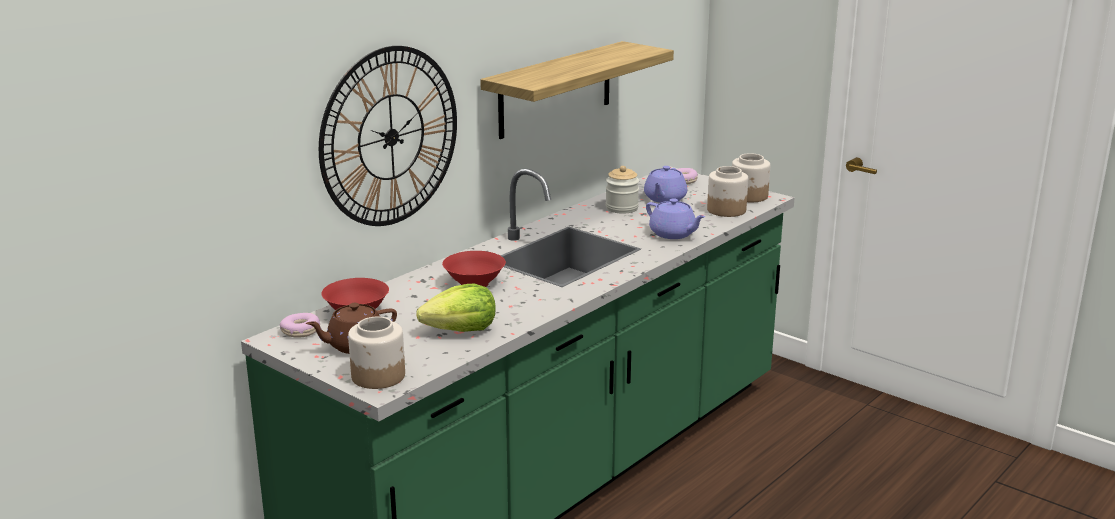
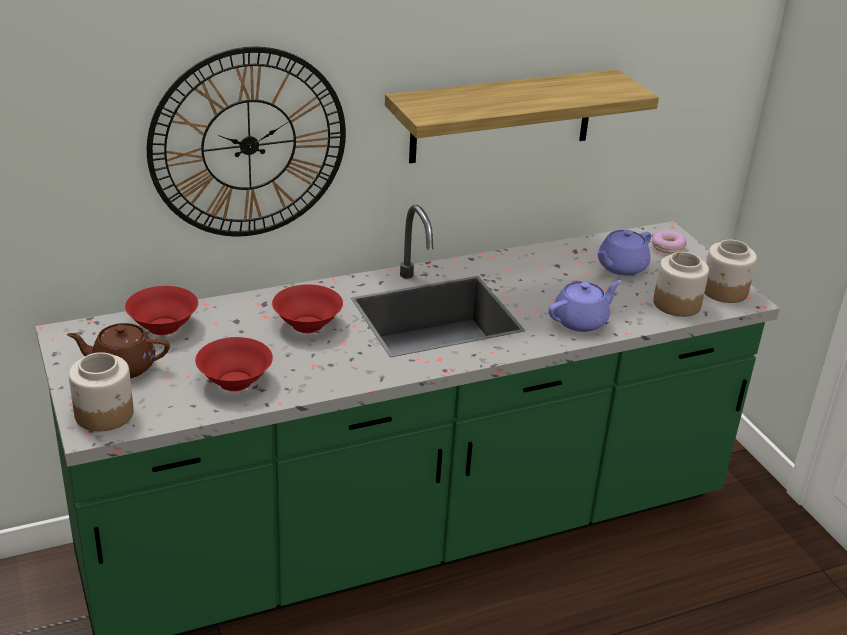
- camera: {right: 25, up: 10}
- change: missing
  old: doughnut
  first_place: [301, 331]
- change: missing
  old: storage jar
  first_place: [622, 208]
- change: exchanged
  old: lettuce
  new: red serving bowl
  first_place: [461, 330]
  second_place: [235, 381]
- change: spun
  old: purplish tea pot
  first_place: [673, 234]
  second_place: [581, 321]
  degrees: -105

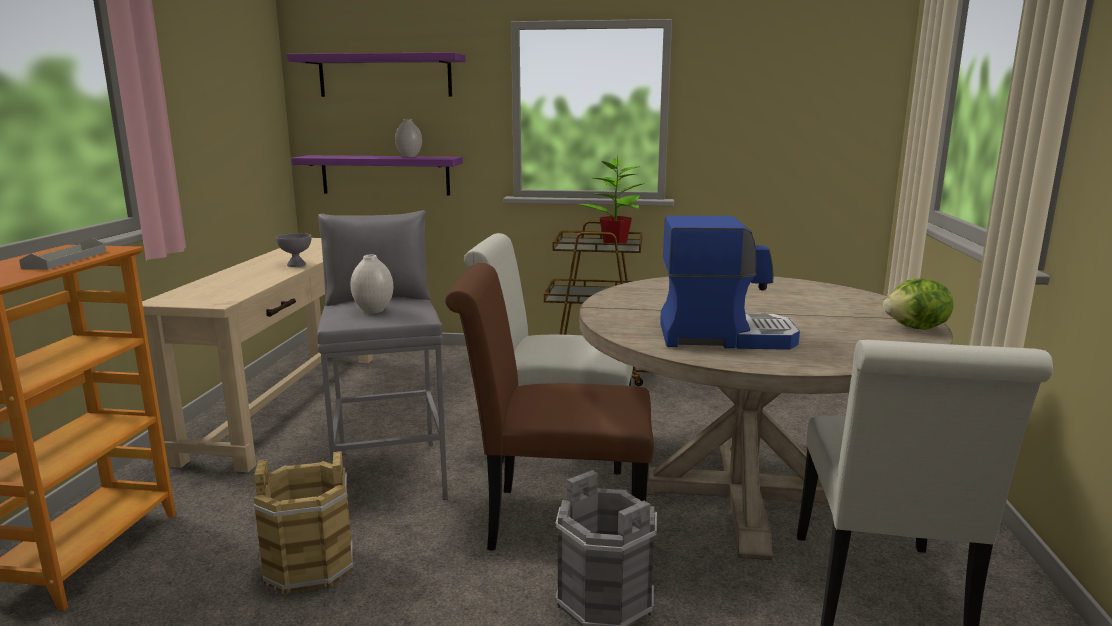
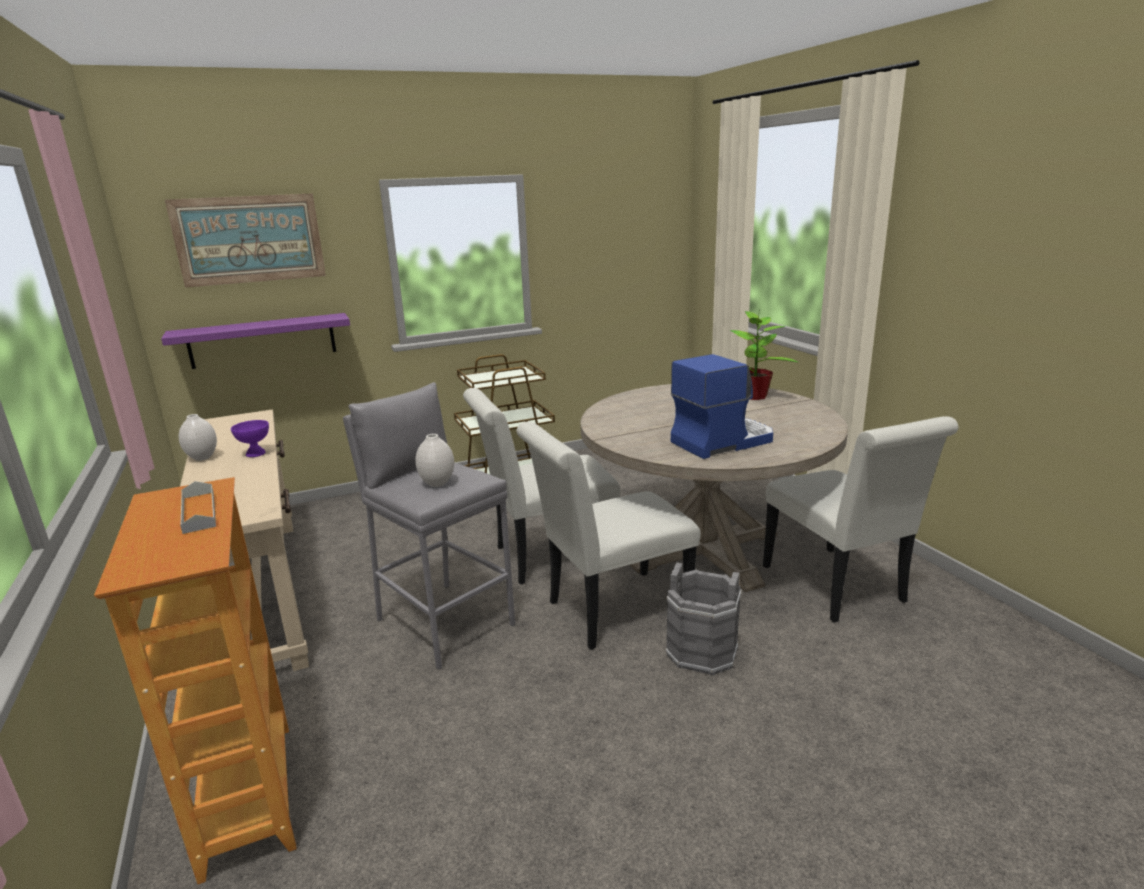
- camera: {right: -30, up: 5}
- change: missing
  old: brown-coloured pail
  first_place: [310, 565]
- change: missing
  old: lettuce
  first_place: [916, 328]
- change: relocated
  old: whitish vase
  first_place: [409, 157]
  second_place: [202, 458]
- change: relocated
  old: plant in a pot
  first_place: [614, 242]
  second_place: [754, 396]
- change: exchanged
  old: purplish bracket shelf
  new: picture
  first_place: [385, 76]
  second_place: [249, 239]
- change: colour
  old: grey serving bowl
  new: purplish serving bowl
  first_place: [296, 265]
  second_place: [256, 454]
- change: colour
  old: brown-coloured chair
  new: whitish chair
  first_place: [554, 521]
  second_place: [610, 611]

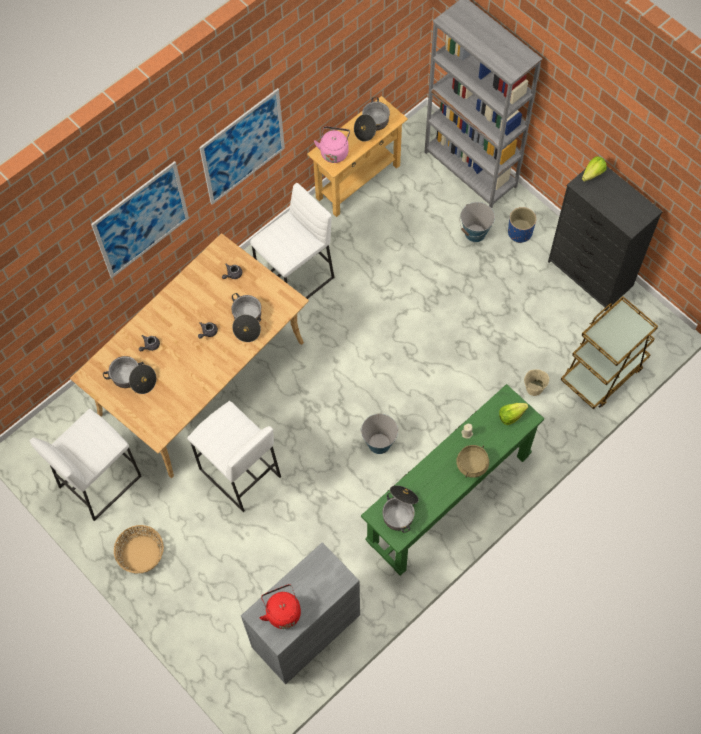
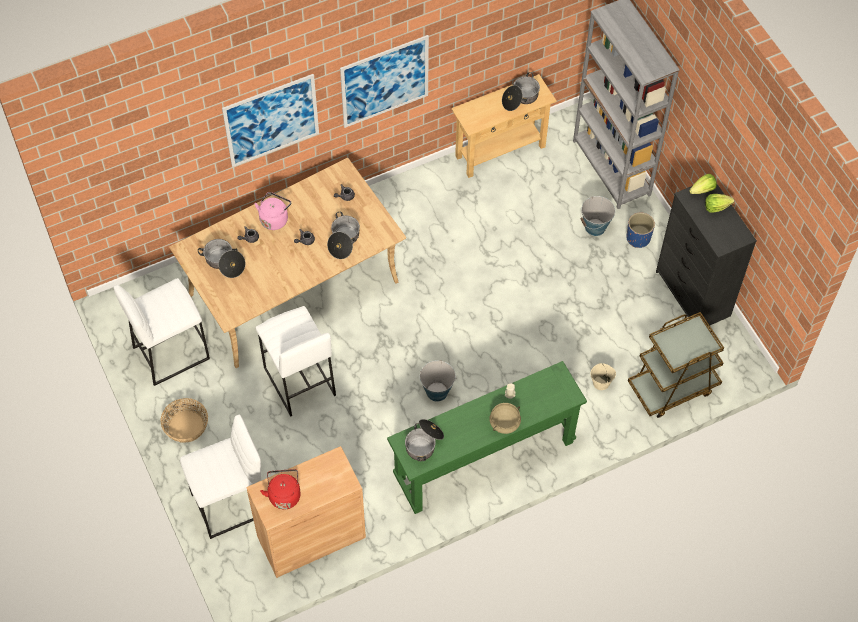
- camera: {right: 15, up: -5}
- change: relocated
  old: whitish sitting stool
  first_place: [296, 280]
  second_place: [231, 504]
- change: relocated
  old: pink water kettle
  first_place: [334, 151]
  second_place: [274, 218]
- change: relocated
  old: lettuce
  first_place: [511, 416]
  second_place: [716, 207]
- change: colour
  old: grey cupboard
  new: brown-coloured cupboard
  first_place: [306, 631]
  second_place: [311, 537]

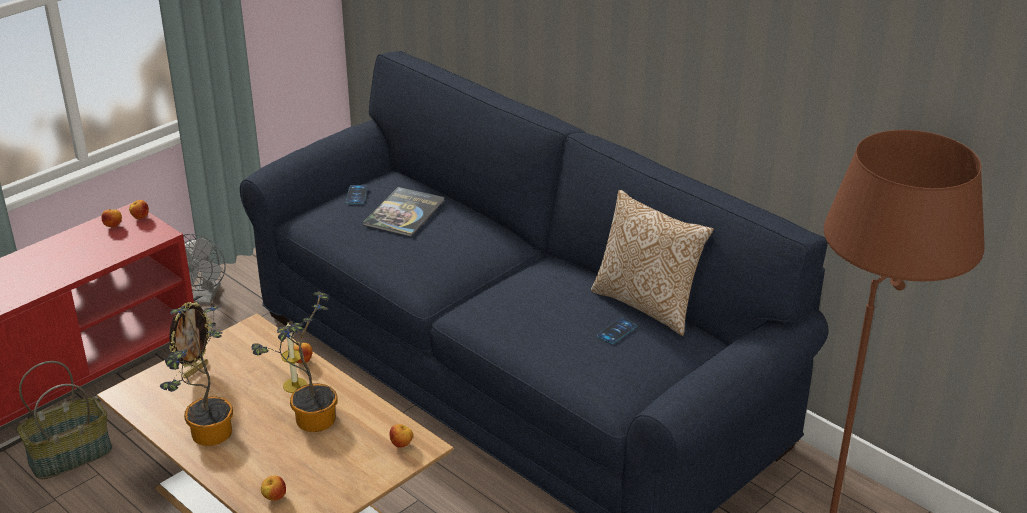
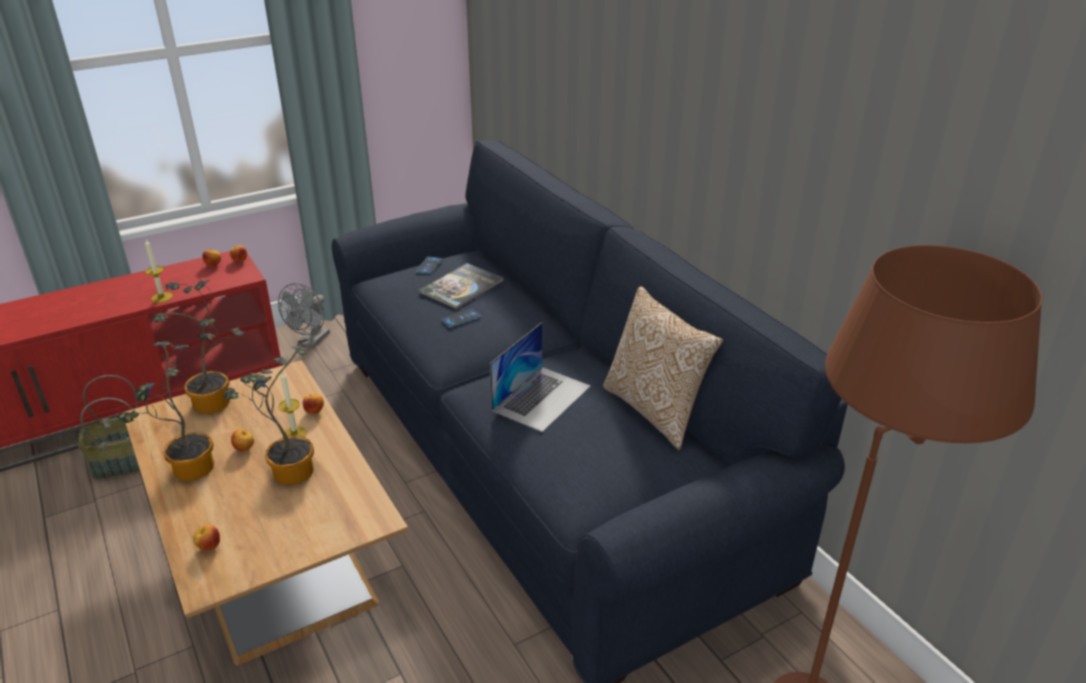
- camera: {right: 15, up: 0}
- change: appeared
  new: wax light
  second_place: [162, 297]
- change: appeared
  new: notebook computer
  second_place: [542, 398]
- change: relocated
  old: apple fruit
  first_place: [402, 445]
  second_place: [245, 449]
- change: relocated
  old: telephone
  first_place: [617, 331]
  second_place: [461, 318]
- change: exchanged
  old: picture frame
  new: plant in a pot
  first_place: [195, 370]
  second_place: [217, 404]

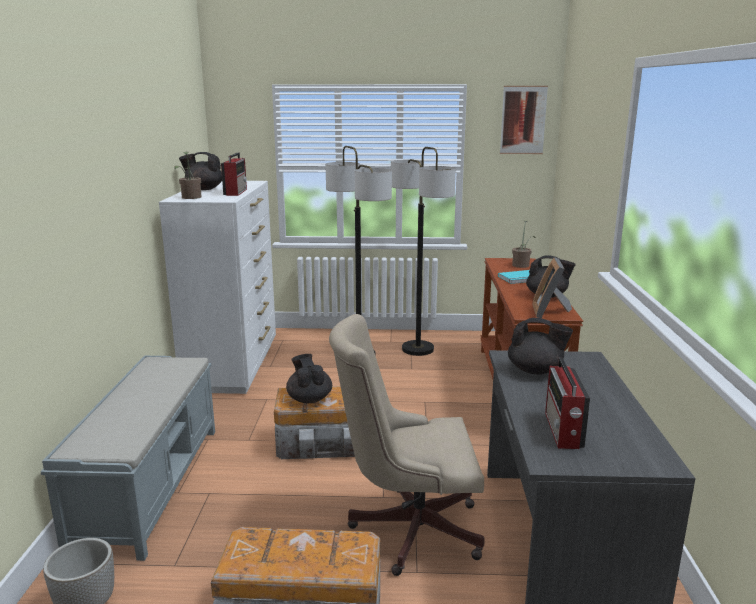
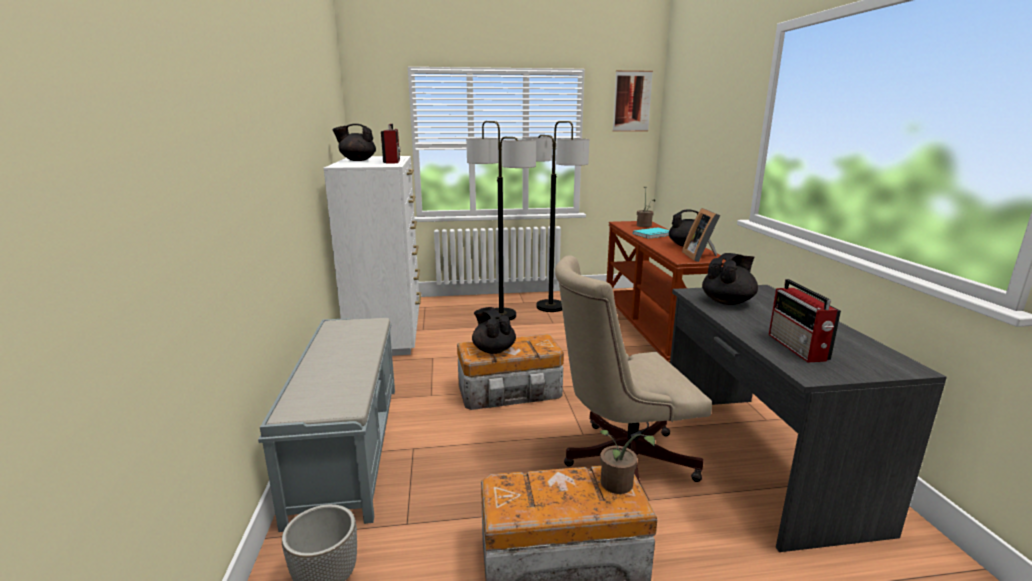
- camera: {right: -10, up: 0}
- change: relocated
  old: plant in a pot
  first_place: [190, 198]
  second_place: [618, 486]
- change: spun
  old: blackish tea pot
  first_place: [535, 370]
  second_place: [728, 302]
  degrees: -45

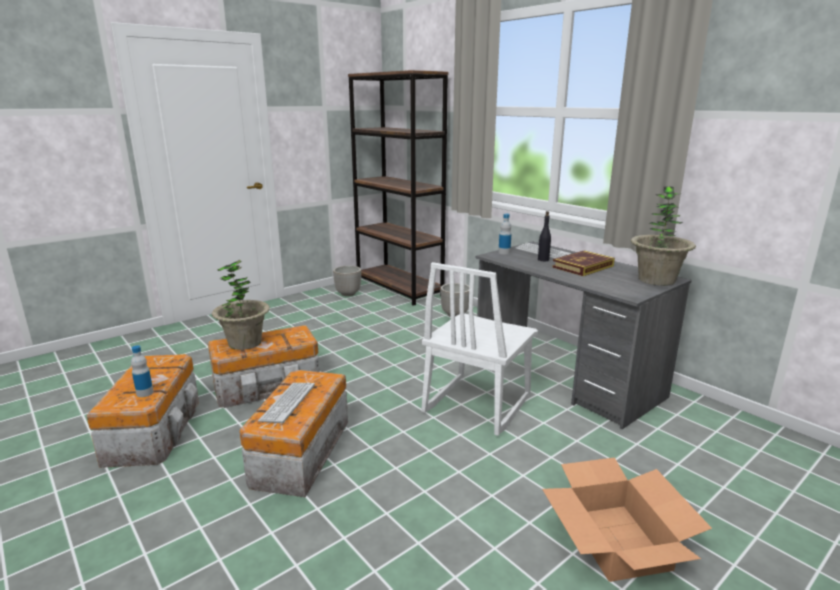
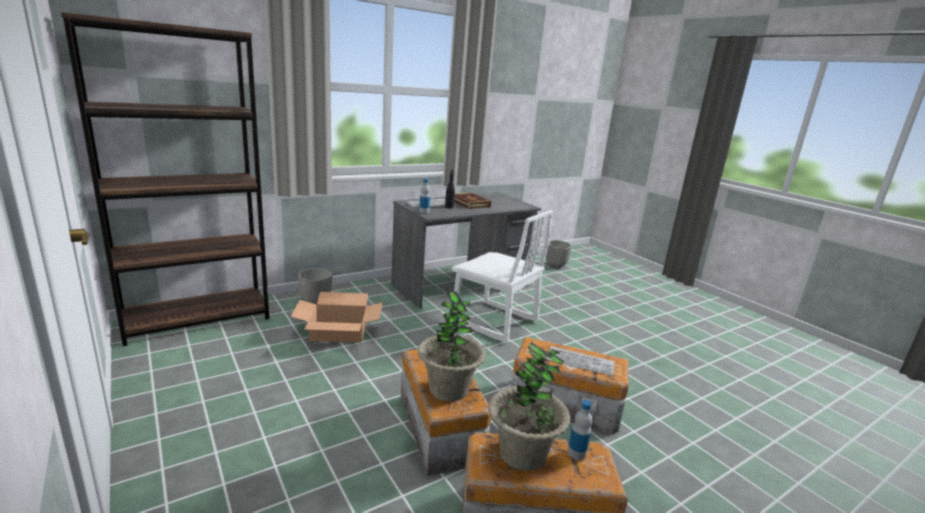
- camera: {right: -85, up: 0}
- change: relocated
  old: planter
  first_place: [348, 293]
  second_place: [555, 265]
- change: relocated
  old: cardboard box
  first_place: [617, 541]
  second_place: [338, 332]
- change: relocated
  old: plant in a pot
  first_place: [656, 280]
  second_place: [522, 454]

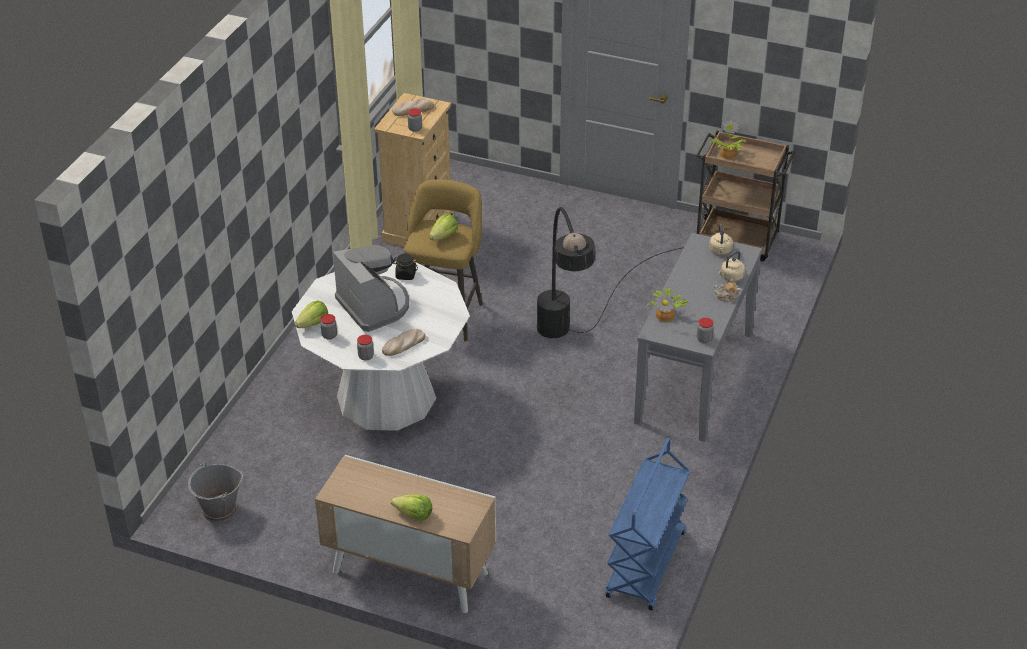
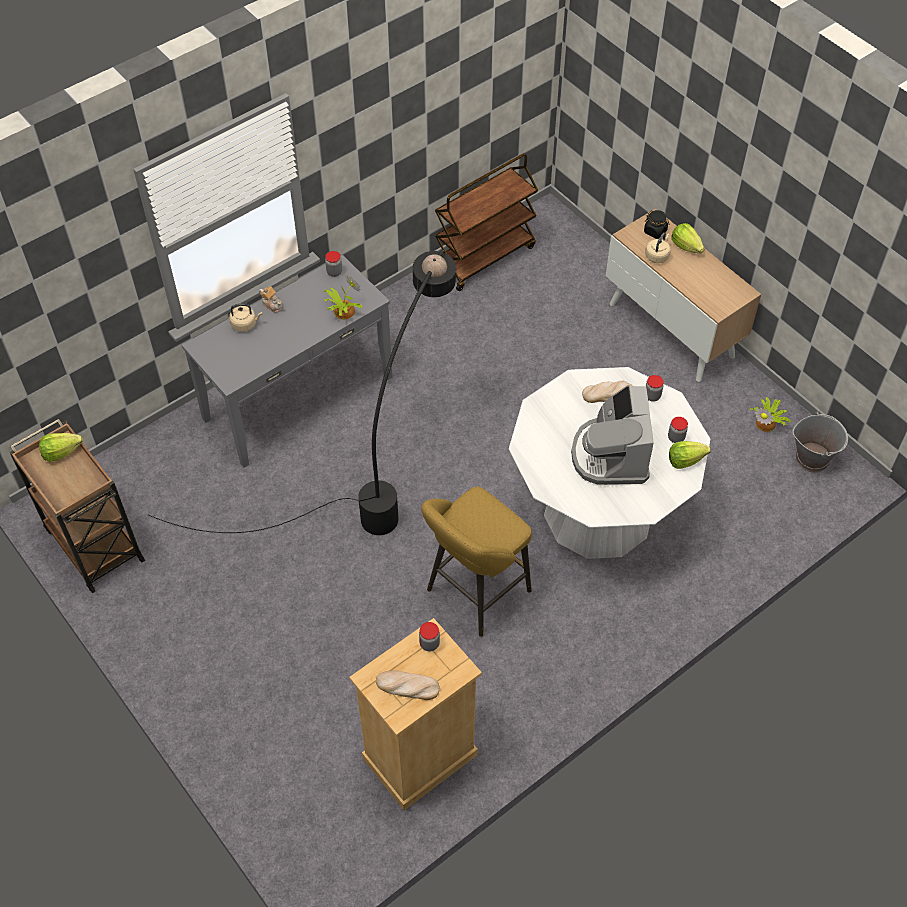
- camera: {right: -150, up: 15}
- change: relocated
  old: blackish storage jar
  first_place: [405, 275]
  second_place: [655, 231]
- change: relocated
  old: lettuce
  first_place: [444, 236]
  second_place: [61, 452]
- change: relocated
  old: beige water kettle
  first_place: [720, 251]
  second_place: [657, 255]
- change: relocated
  old: plant in a pot
  first_place: [727, 154]
  second_place: [767, 423]
- change: colour
  old: blue wheeled cart
  new: brown-coloured wheeled cart
  first_place: [646, 566]
  second_place: [484, 256]

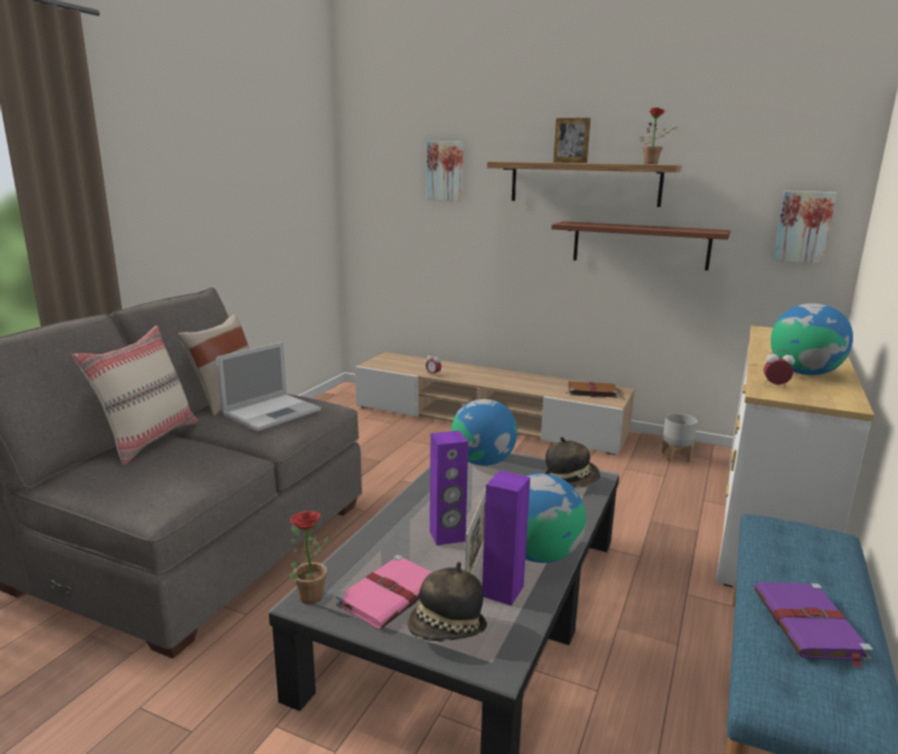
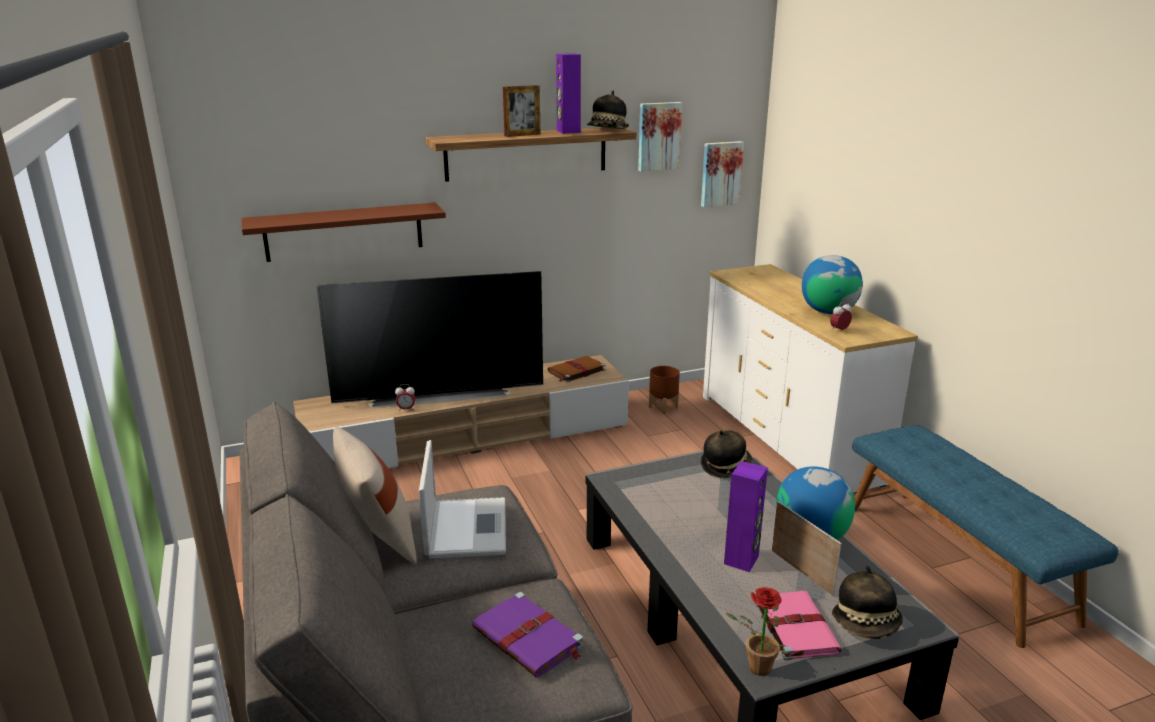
- camera: {right: -45, up: 5}
- change: missing
  old: beige cushion
  first_place: [148, 439]
- change: missing
  old: globe
  first_place: [483, 461]
- change: appeared
  new: TV set
  second_place: [439, 394]
- change: relocated
  old: picture
  first_place: [445, 171]
  second_place: [658, 136]
- change: relocated
  old: purplish speaker
  first_place: [502, 591]
  second_place: [568, 131]
- change: relocated
  old: brown-coloured bracket shelf
  first_place: [640, 245]
  second_place: [344, 232]
- change: relocated
  old: purplish book
  first_place: [809, 625]
  second_place: [528, 638]
- change: exchanged
  old: plant in a pot
  new: hat
  first_place: [653, 164]
  second_place: [607, 130]
- change: colour
  old: grey planter
  new: brown-coloured planter
  first_place: [676, 457]
  second_place: [663, 407]

